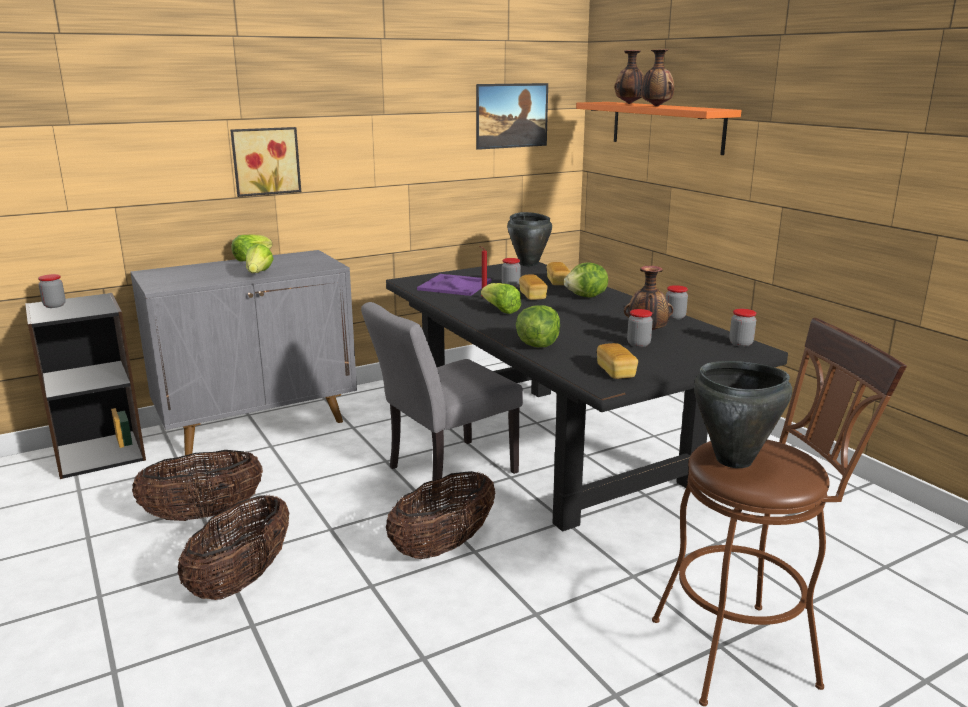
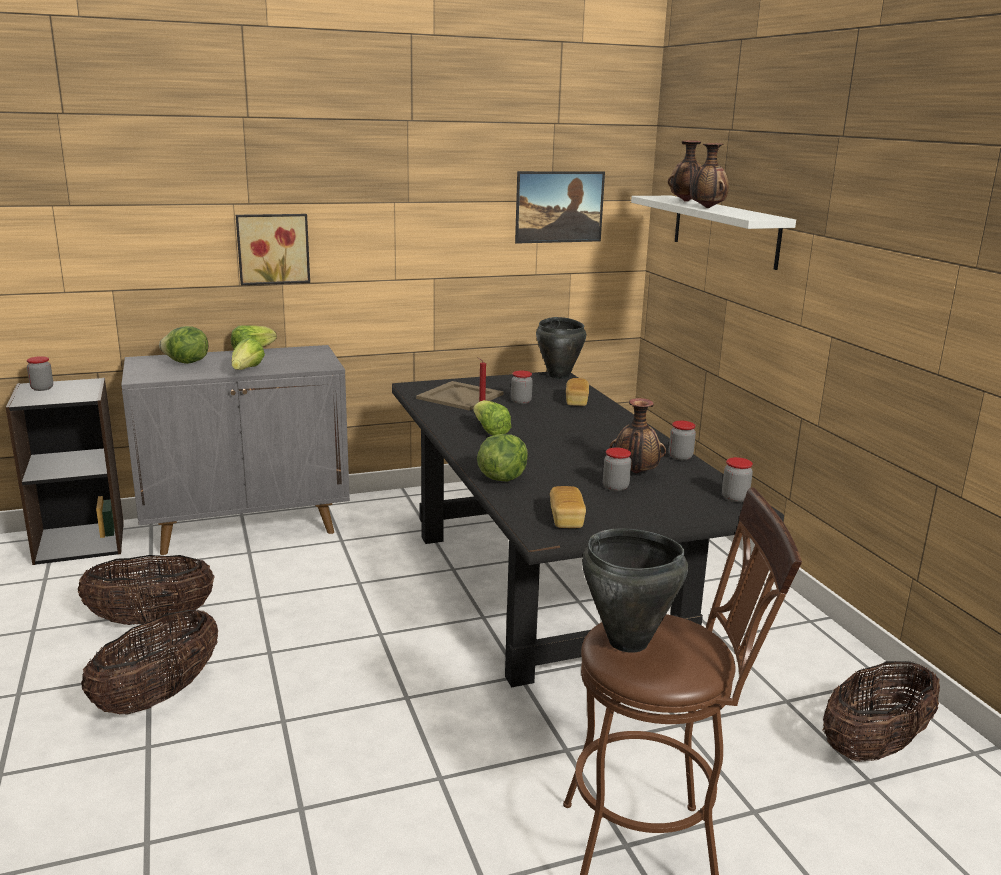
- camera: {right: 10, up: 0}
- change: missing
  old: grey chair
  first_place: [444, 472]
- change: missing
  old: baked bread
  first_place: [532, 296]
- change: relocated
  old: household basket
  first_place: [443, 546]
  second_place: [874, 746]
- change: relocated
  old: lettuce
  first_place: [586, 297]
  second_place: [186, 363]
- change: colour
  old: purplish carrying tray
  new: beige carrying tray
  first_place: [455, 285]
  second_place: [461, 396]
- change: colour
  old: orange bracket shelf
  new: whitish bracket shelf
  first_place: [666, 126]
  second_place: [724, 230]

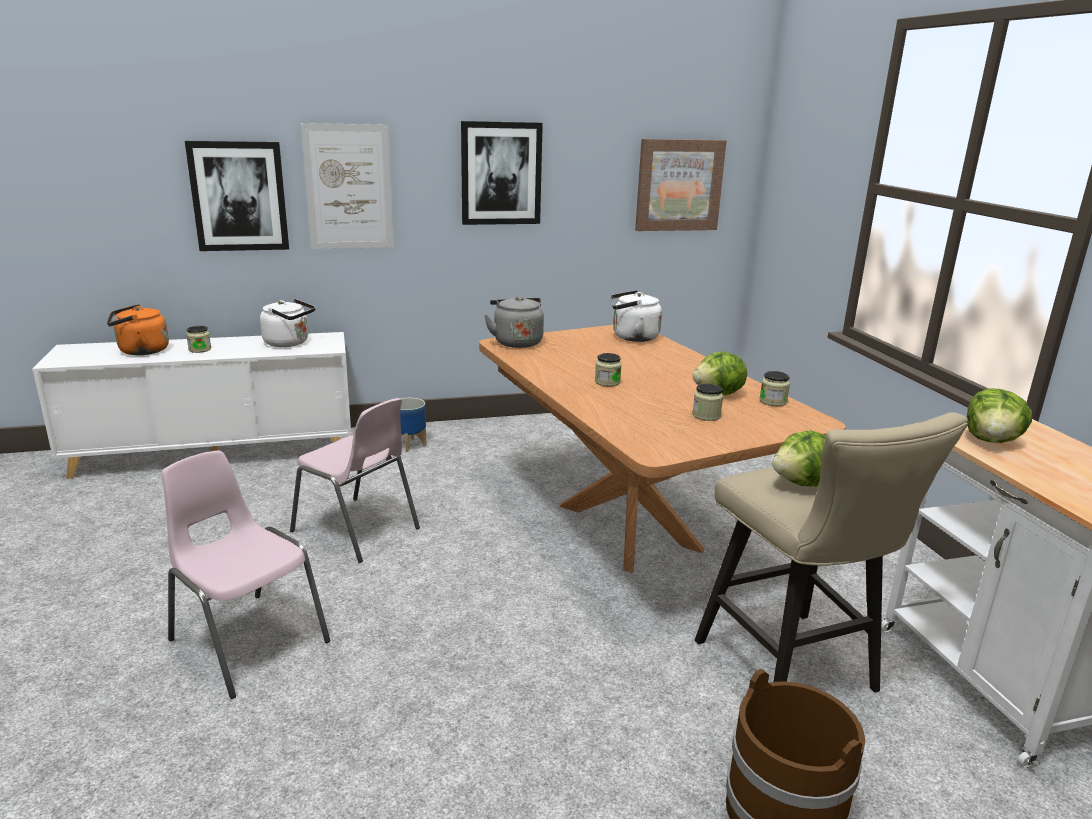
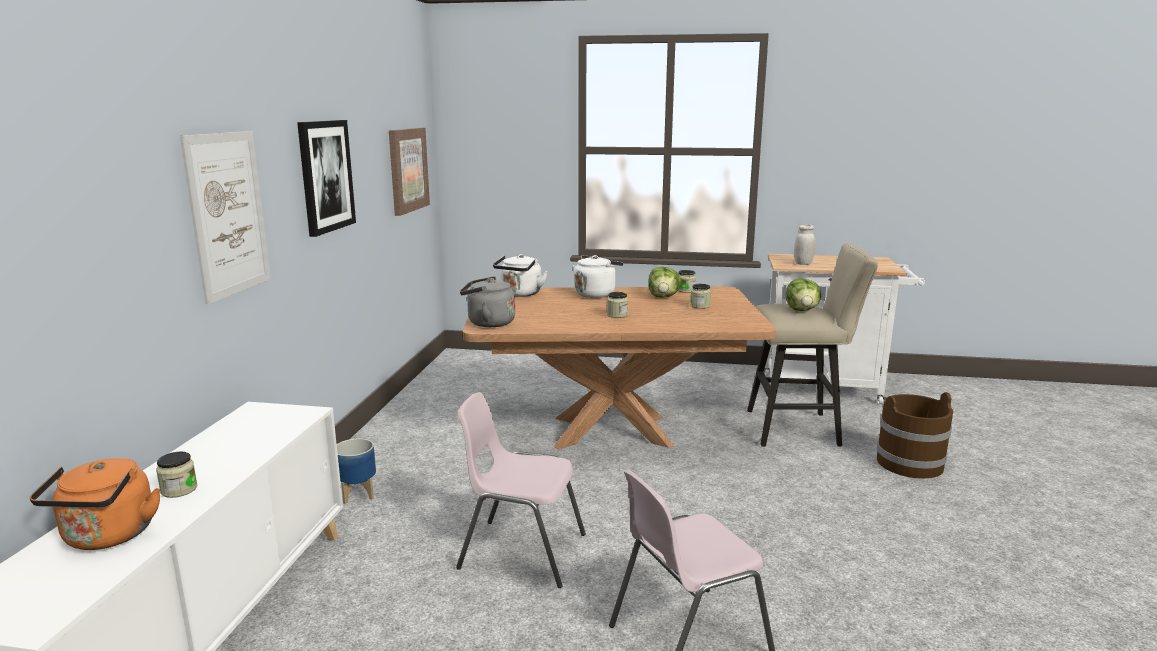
- camera: {right: -65, up: -5}
- change: missing
  old: picture
  first_place: [239, 196]
- change: relocated
  old: whitish water kettle
  first_place: [289, 343]
  second_place: [596, 294]
- change: exchanged
  old: lettuce
  new: whitish storage jar
  first_place: [991, 441]
  second_place: [803, 263]
- change: spun
  old: pink chair
  first_place: [357, 530]
  second_place: [521, 551]
  degrees: -135

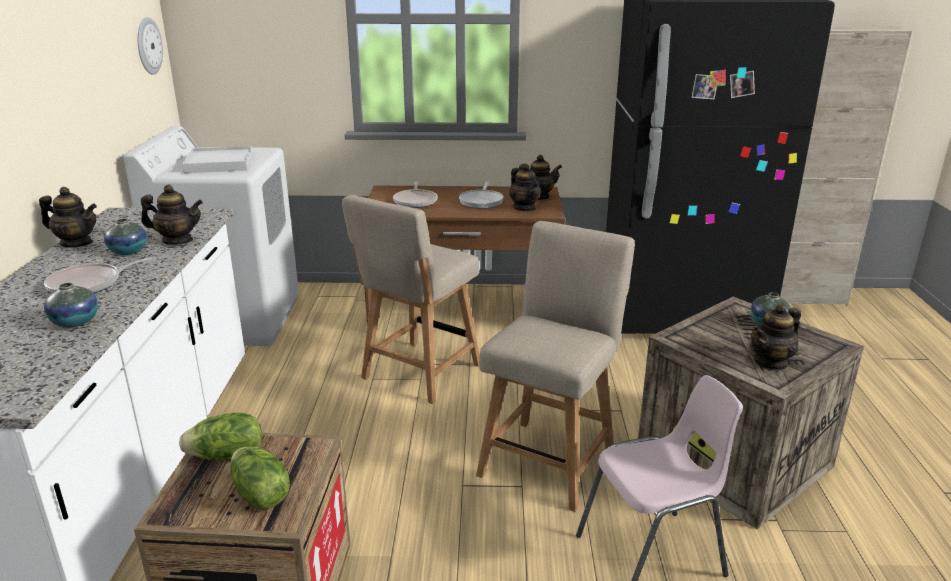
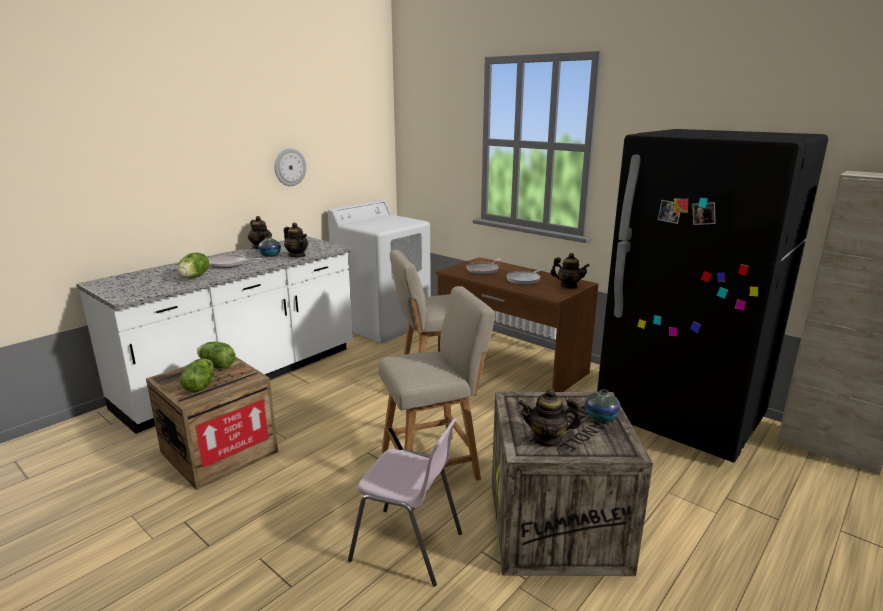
- camera: {right: 40, up: -5}
- change: missing
  old: whitish carrying tray
  first_place: [219, 163]
- change: missing
  old: tea pot
  first_place: [524, 208]
- change: relocated
  old: clock on the wall
  first_place: [148, 46]
  second_place: [289, 167]
- change: exchanged
  old: vase
  new: lettuce
  first_place: [75, 322]
  second_place: [195, 277]

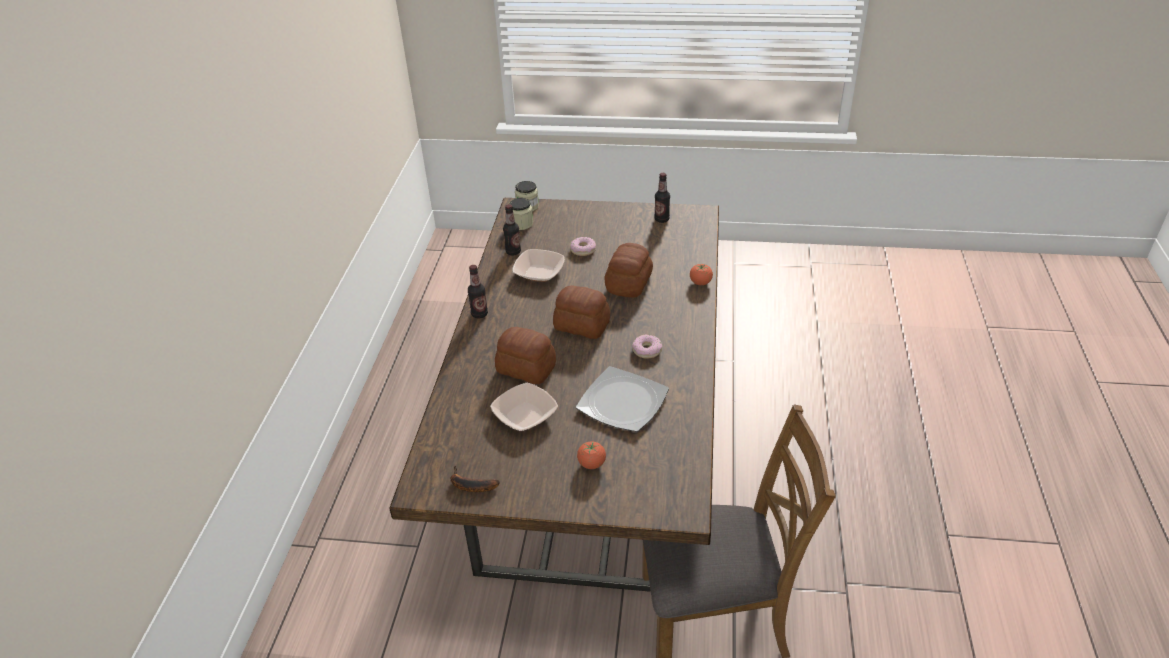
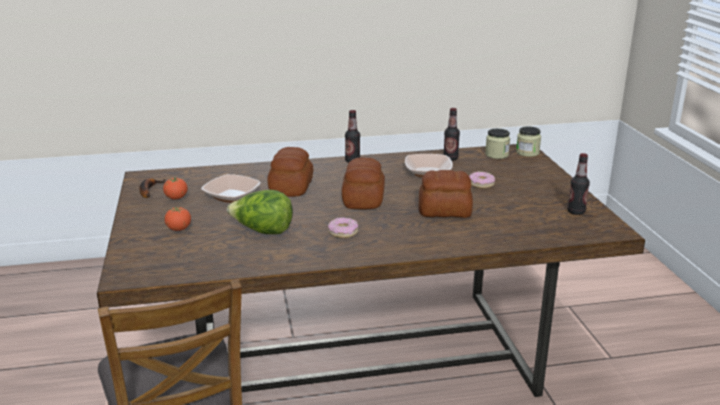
- camera: {right: 70, up: -15}
- change: relocated
  old: tomato
  first_place: [700, 283]
  second_place: [176, 198]
- change: exchanged
  old: plate
  new: lettuce
  first_place: [623, 402]
  second_place: [263, 231]

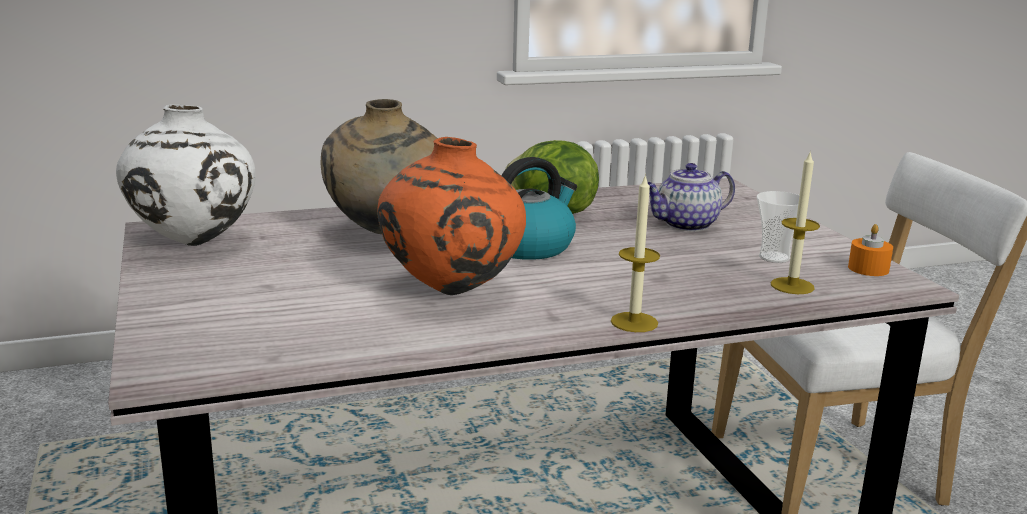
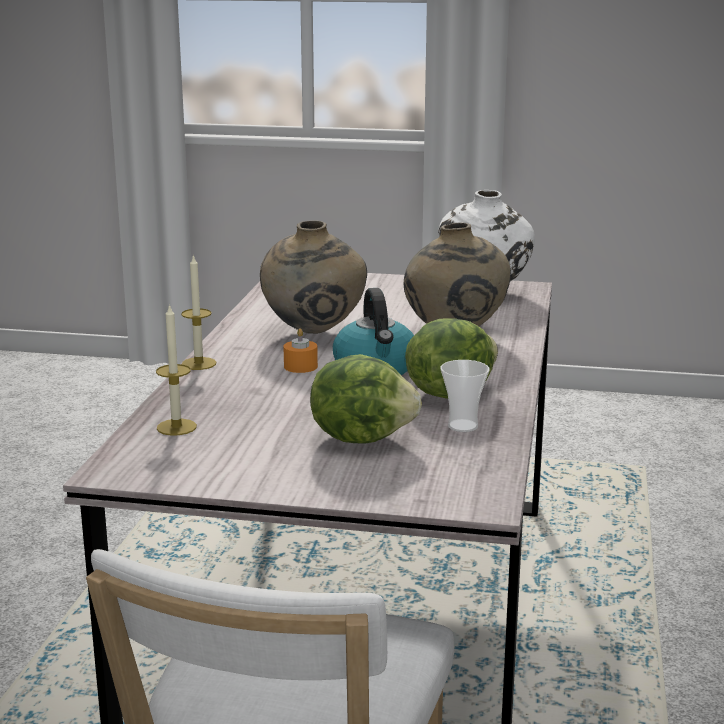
- camera: {right: 120, up: 0}
- change: relocated
  old: drinking cup
  first_place: [774, 257]
  second_place: [463, 426]
- change: relocated
  old: orange wax light
  first_place: [868, 269]
  second_place: [300, 366]
- change: exchanged
  old: tea pot
  new: lettuce
  first_place: [686, 225]
  second_place: [362, 437]
- change: colour
  old: orange vase
  new: beige vase
  first_place: [451, 291]
  second_place: [314, 333]

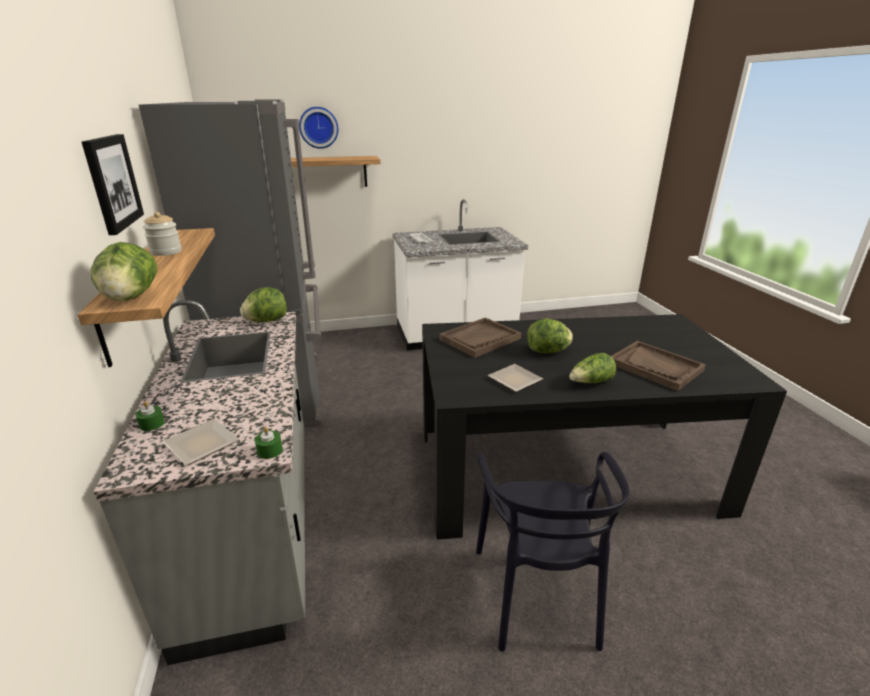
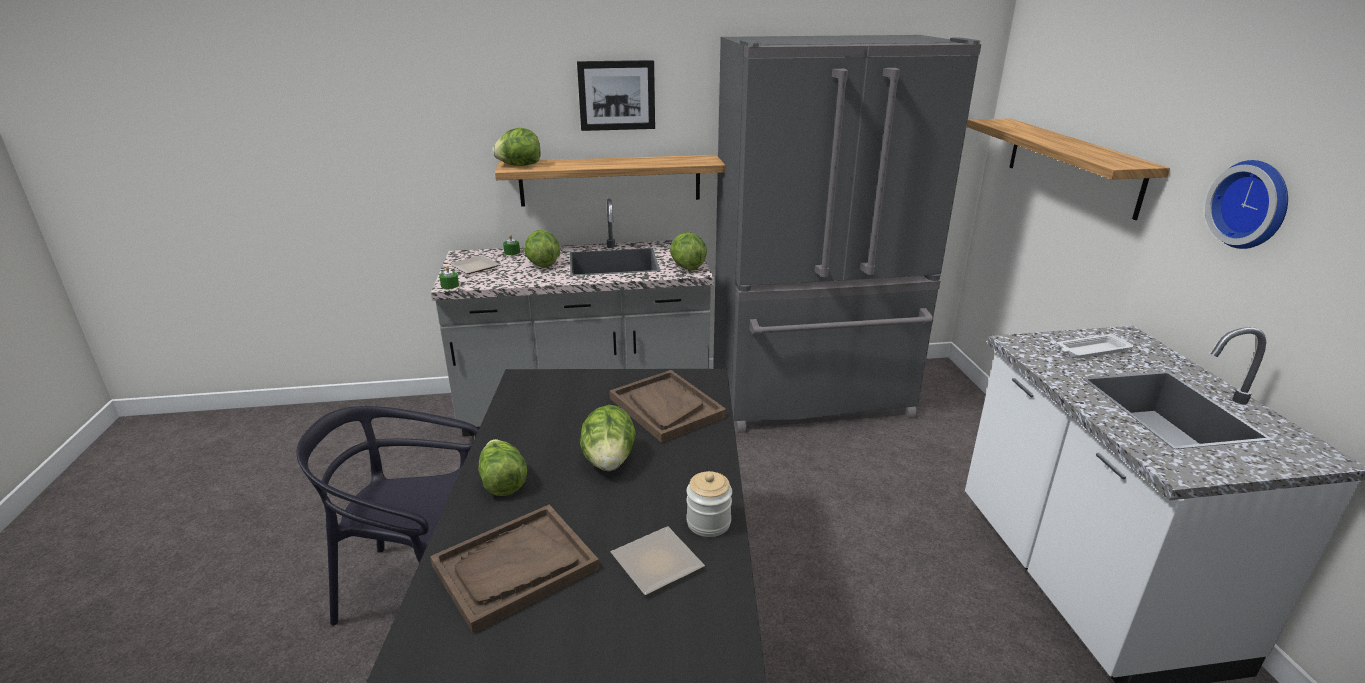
- camera: {right: 95, up: 0}
- change: appeared
  new: lettuce
  second_place: [542, 264]
- change: relocated
  old: storage jar
  first_place: [166, 252]
  second_place: [708, 522]
- change: relocated
  old: clock on the wall
  first_place: [318, 127]
  second_place: [1252, 204]
- change: relocated
  old: plate
  first_place: [514, 379]
  second_place: [660, 564]

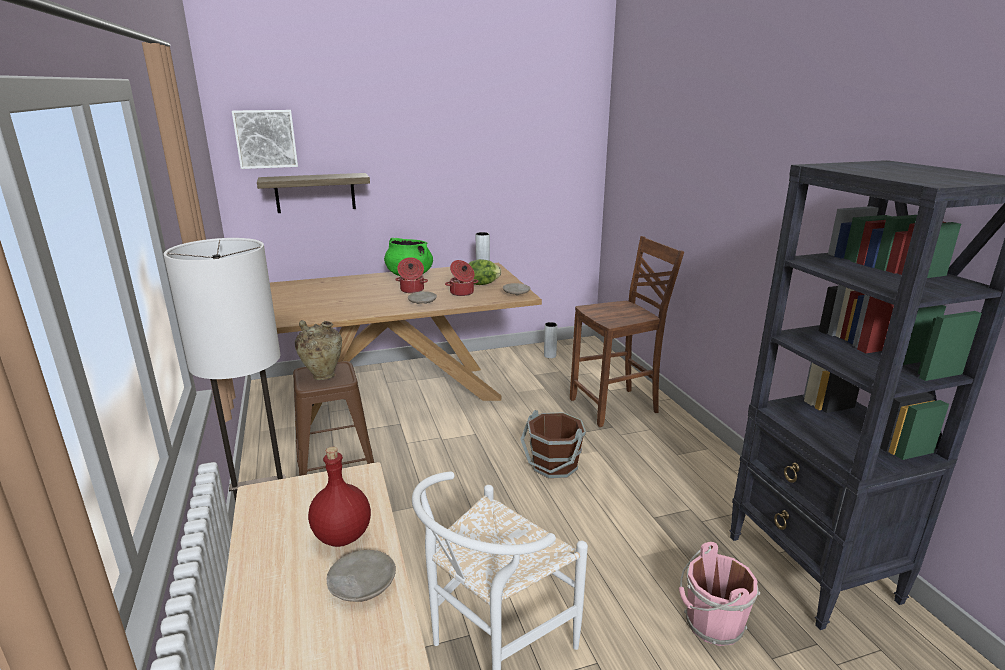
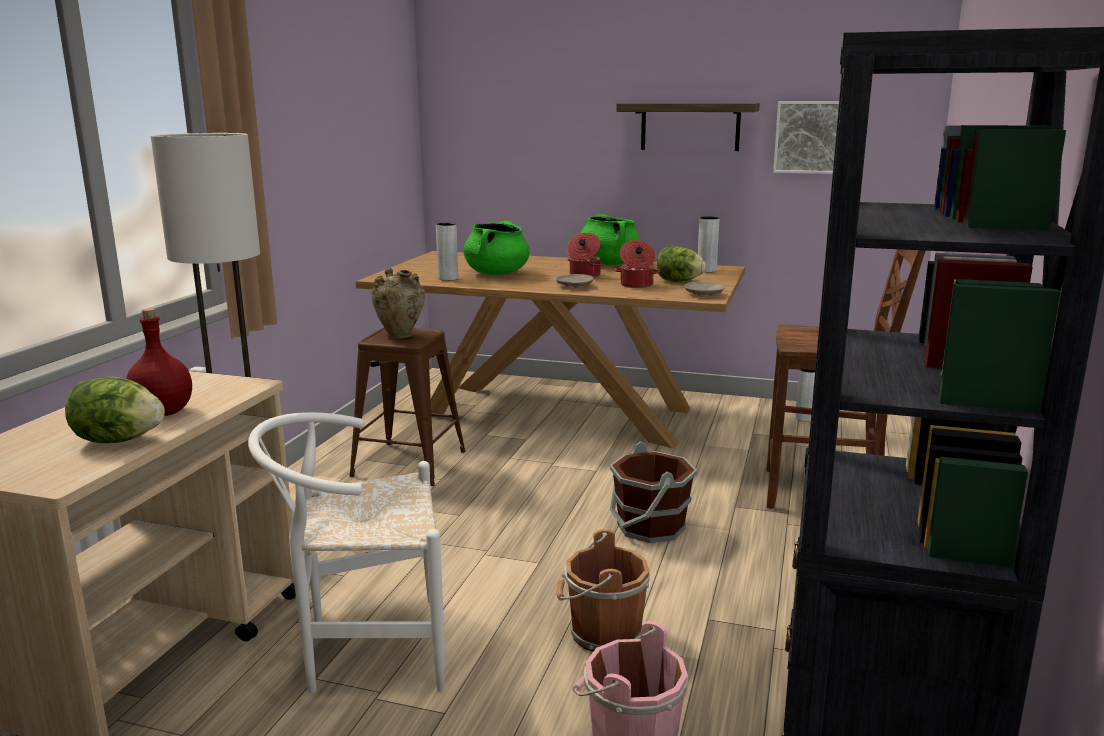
- camera: {right: 35, up: -5}
- change: appeared
  new: grey vase
  second_place: [448, 278]
- change: appeared
  new: green-coloured stockpot
  second_place: [497, 273]
- change: appeared
  new: brown-coloured pail
  second_place: [602, 634]
- change: relocated
  old: picture
  first_place: [266, 139]
  second_place: [811, 137]
- change: relocated
  old: bracket shelf
  first_place: [315, 193]
  second_place: [690, 126]
- change: exchanged
  old: beige plate
  new: lettuce
  first_place: [361, 584]
  second_place: [118, 440]

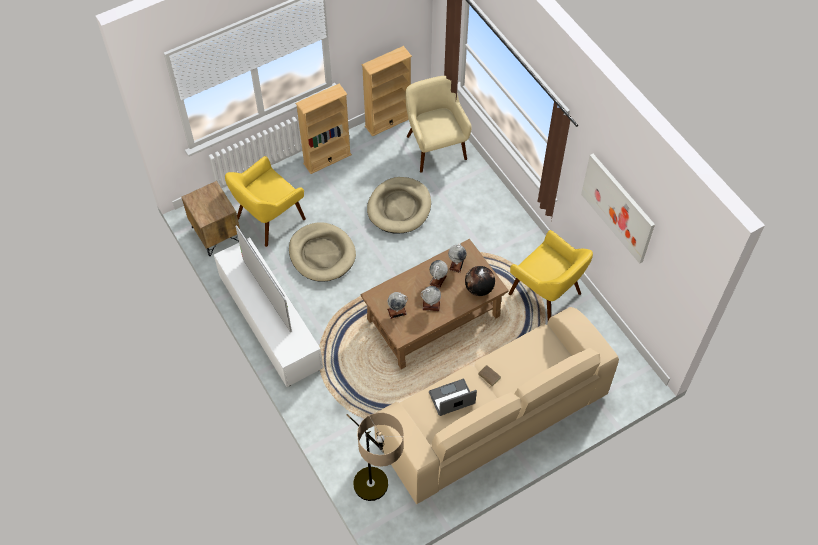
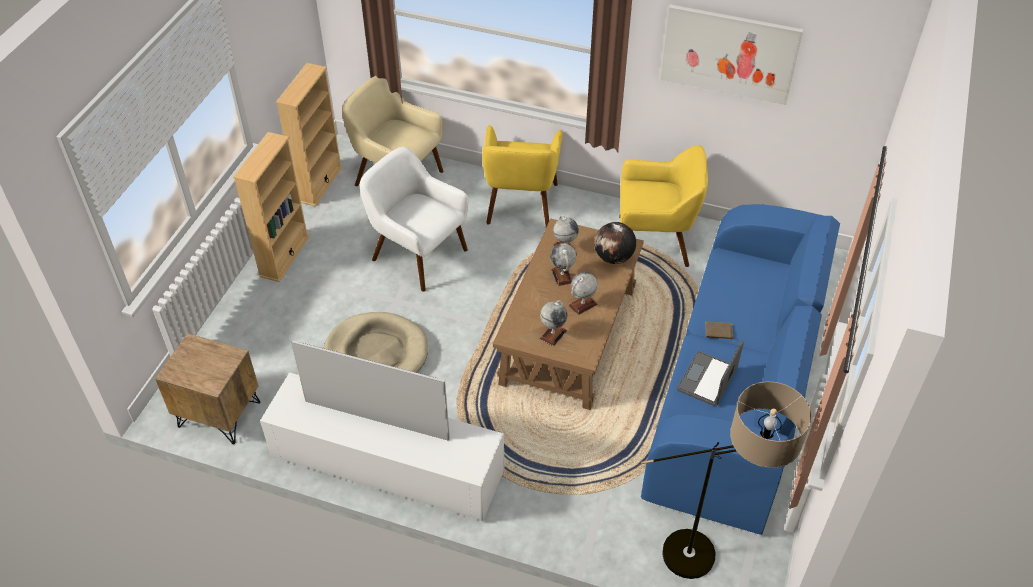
- camera: {right: -40, up: -10}
- change: relocated
  old: yellowish lounge chair
  first_place: [269, 219]
  second_place: [520, 204]
- change: exchanged
  old: beige pet bed
  new: whitish lounge chair
  first_place: [399, 207]
  second_place: [418, 255]
- change: colour
  old: beige settee
  new: blue settee
  first_place: [492, 418]
  second_place: [734, 392]

